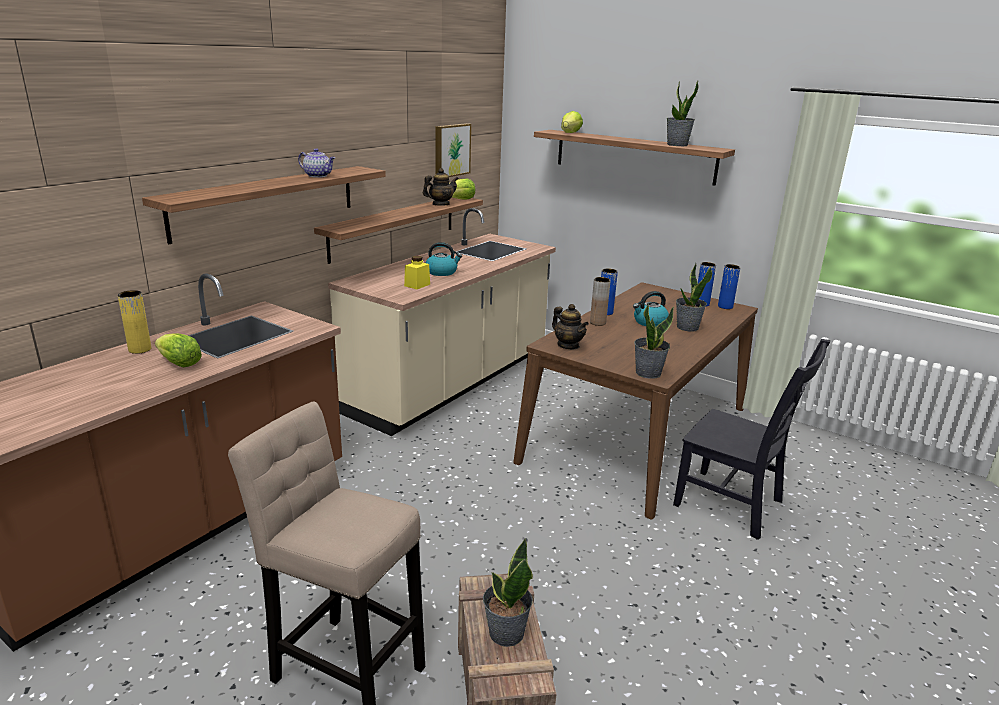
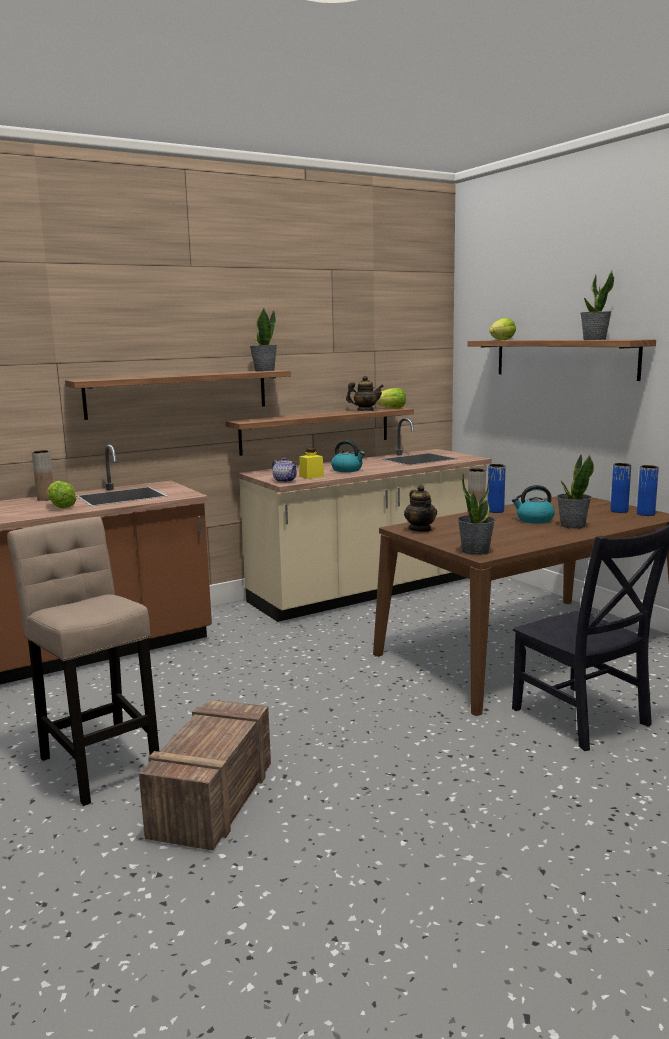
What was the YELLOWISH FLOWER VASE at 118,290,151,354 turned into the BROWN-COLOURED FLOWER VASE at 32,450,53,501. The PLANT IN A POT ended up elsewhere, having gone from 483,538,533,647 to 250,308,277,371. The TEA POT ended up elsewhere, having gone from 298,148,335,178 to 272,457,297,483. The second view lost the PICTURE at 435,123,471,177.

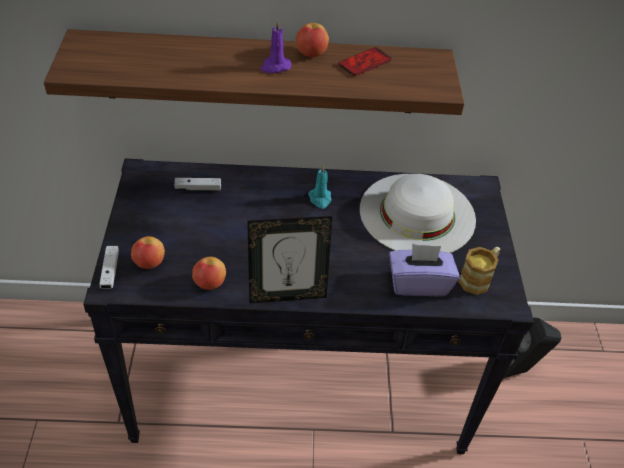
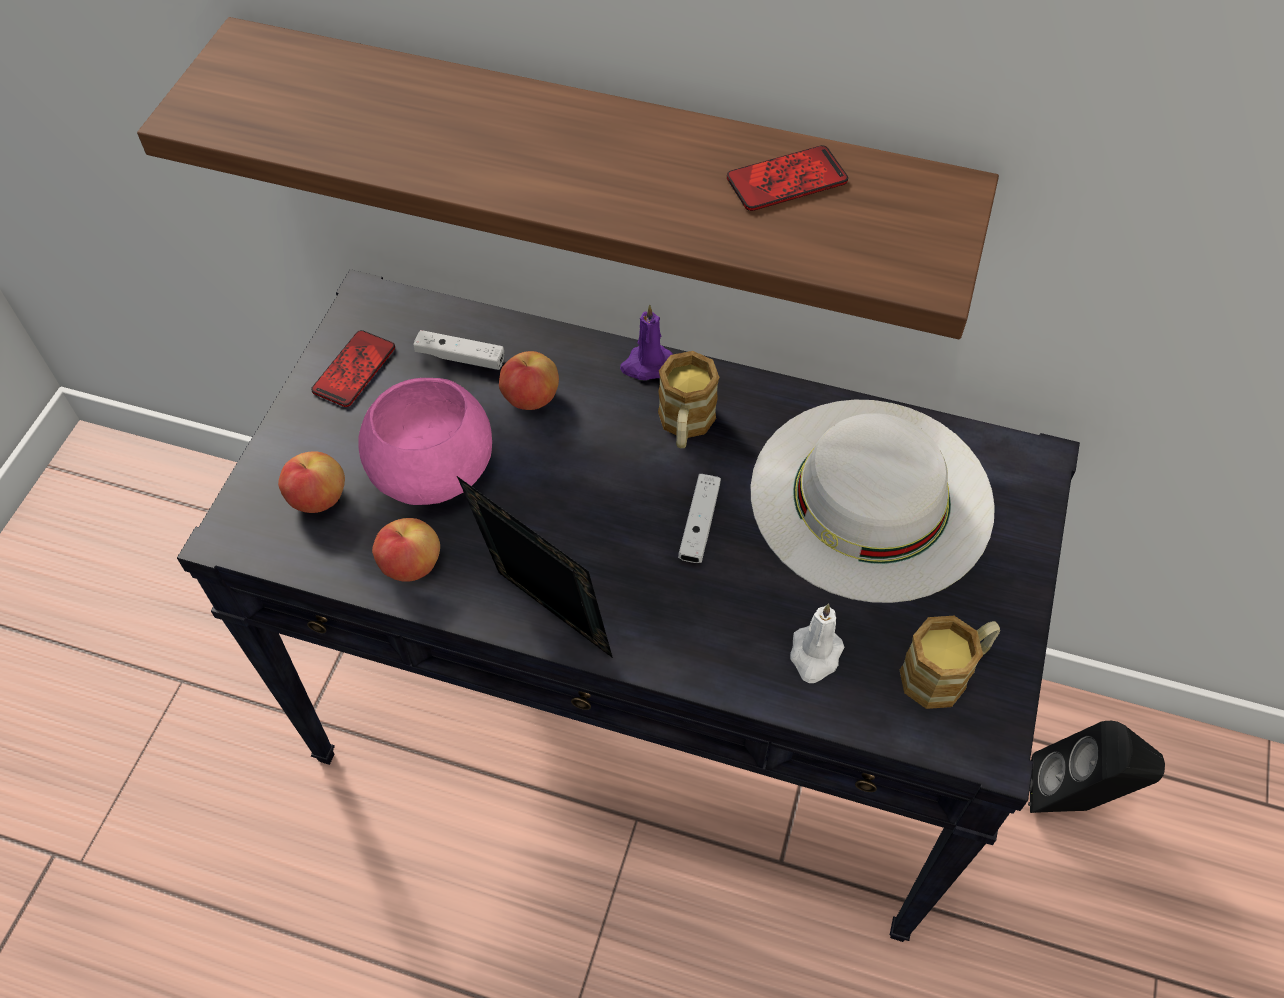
The second view gained the TELEPHONE at 311,330,395,407. The second view gained the PINKISH DEEP DISH at 358,378,492,505. The PICTURE FRAME at 247,216,332,303 ended up facing another way, 150 degrees counterclockwise from before. The APPLE ended up elsewhere, having gone from 296,23,329,57 to 499,351,559,410. The PURPLE WAX LIGHT ended up elsewhere, having gone from 260,20,291,73 to 620,304,673,380. Where the TURQUOISE WAX LIGHT stood at 308,165,331,209, the MUG came to stand at 658,351,720,448. The WHITE GAMEPAD ended up elsewhere, having gone from 99,246,119,289 to 678,474,721,563. Where the PURPLE TISSUE HOLDER stood at 389,244,460,296, the WHITE WAX LIGHT came to stand at 790,603,844,683.

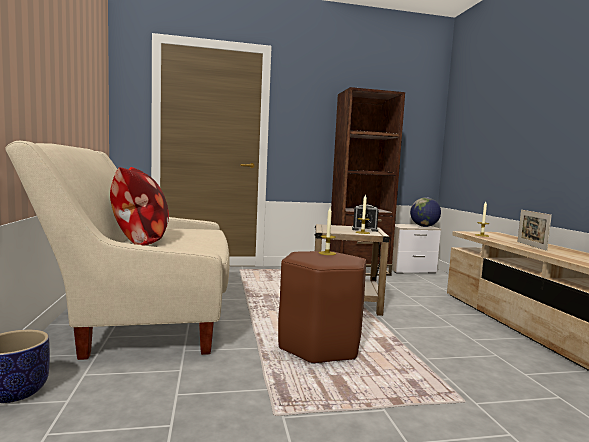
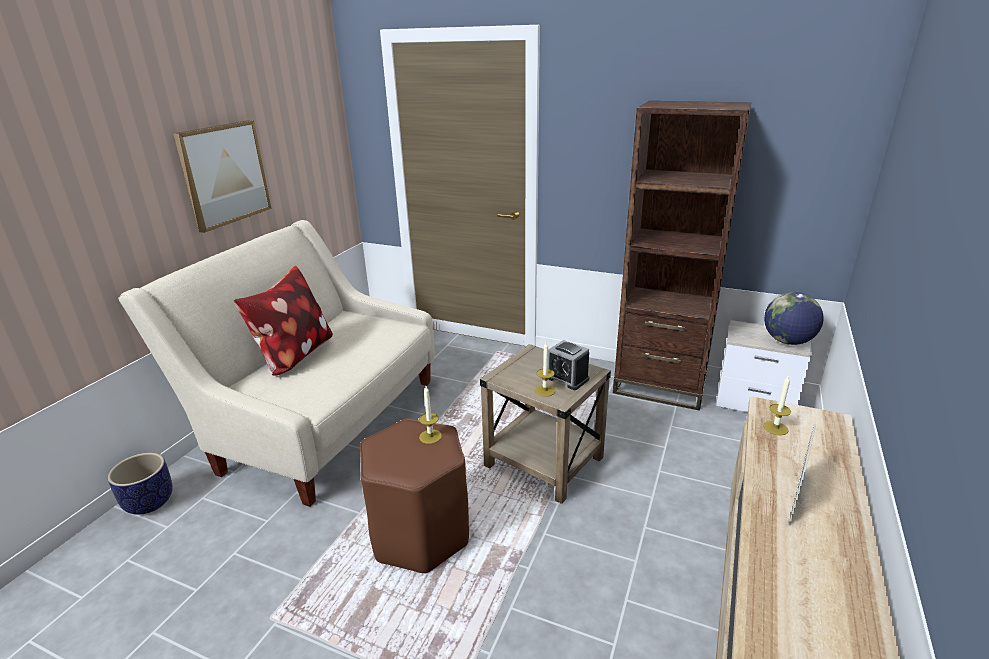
The second view gained the PICTURE at 173,120,272,233.

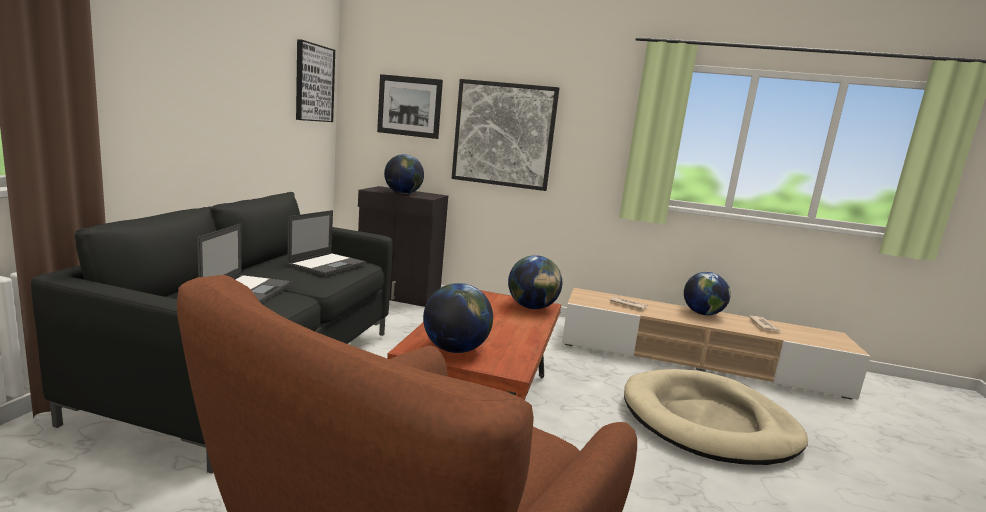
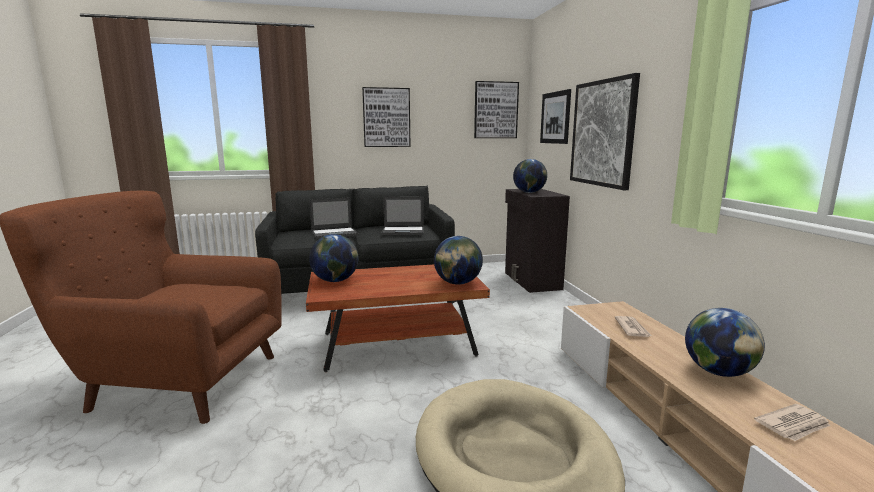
The second view gained the PICTURE at 362,87,410,147.

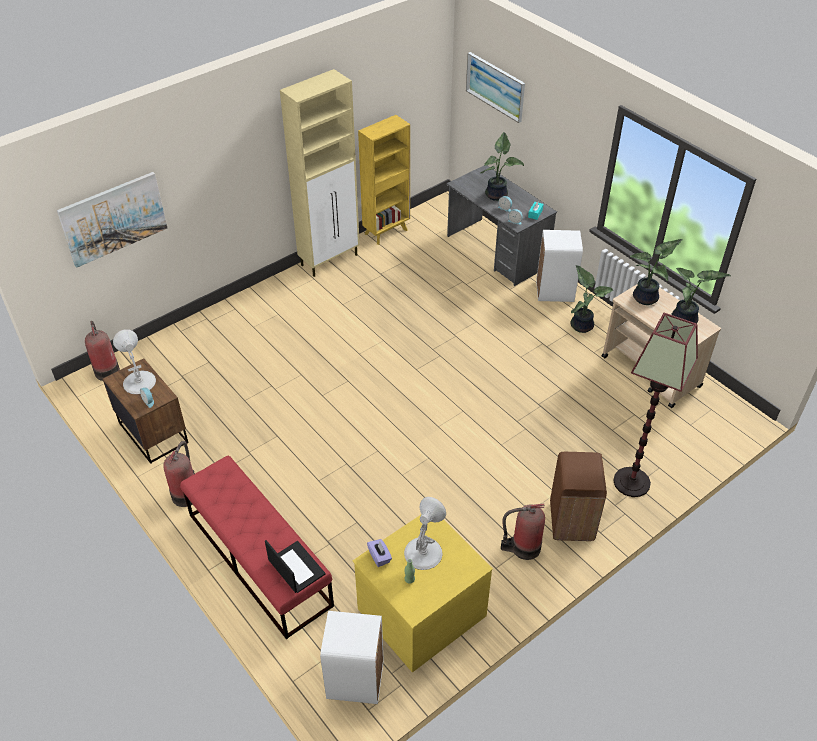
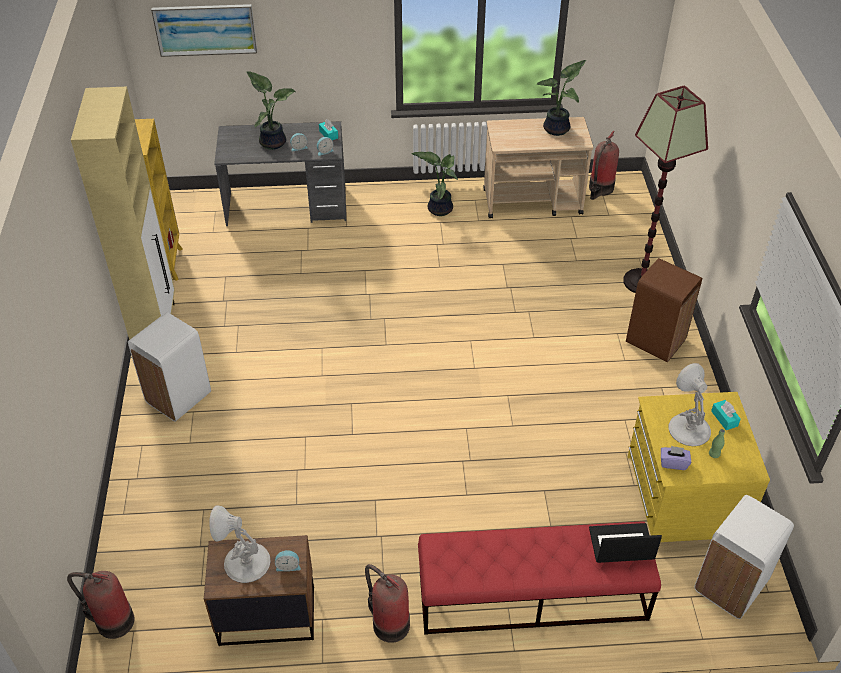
The WHITE TRASH CAN ended up elsewhere, having gone from 536,230,583,302 to 128,312,211,422. The EXTINGUISHER ended up elsewhere, having gone from 501,504,545,560 to 589,131,619,200. The second view gained the TURQUOISE TISSUE HOLDER at 711,400,741,430. The second view lost the PICTURE at 57,172,167,268. The second view lost the PLANT IN A POT at 630,239,683,305.

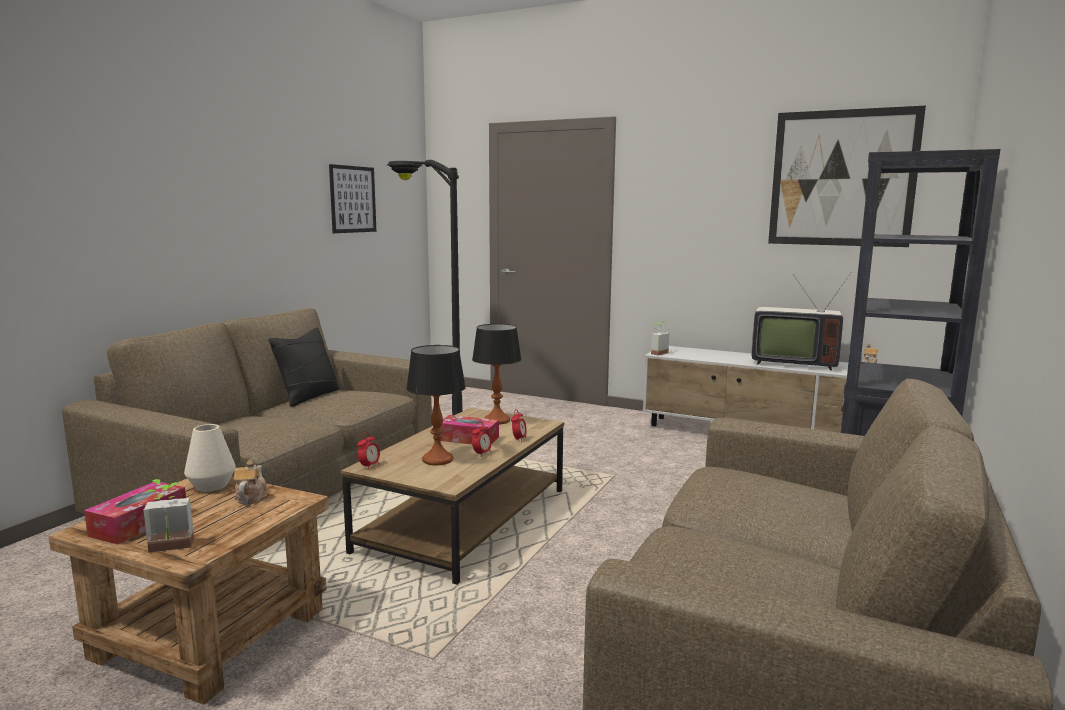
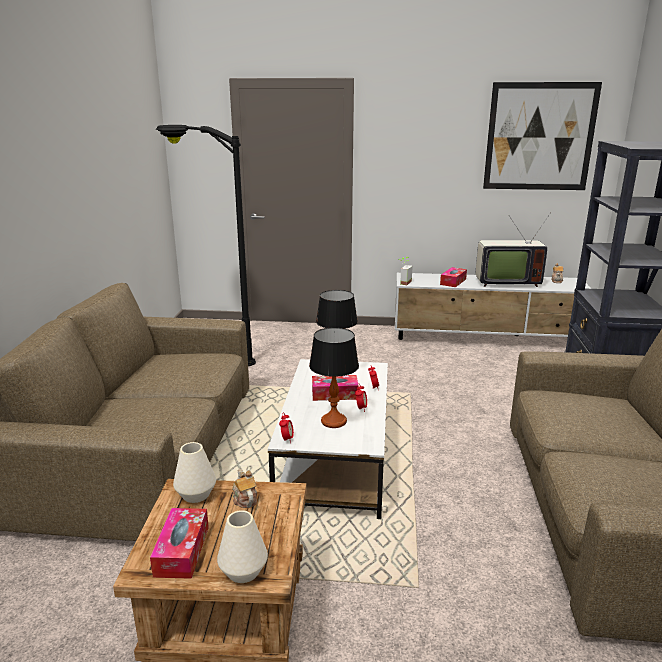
Where the PLANT IN A POT stood at 143,479,194,553, the WHITE FLOWER VASE came to stand at 217,510,268,583. What was the BROWN-COLOURED LOW TABLE at 341,408,564,585 turned into the WHITE LOW TABLE at 268,359,388,519. The second view gained the TISSUE HOLDER at 440,267,467,287. The second view lost the BLACK CUSHION at 268,328,340,407. The second view lost the PICTURE at 329,164,376,233.

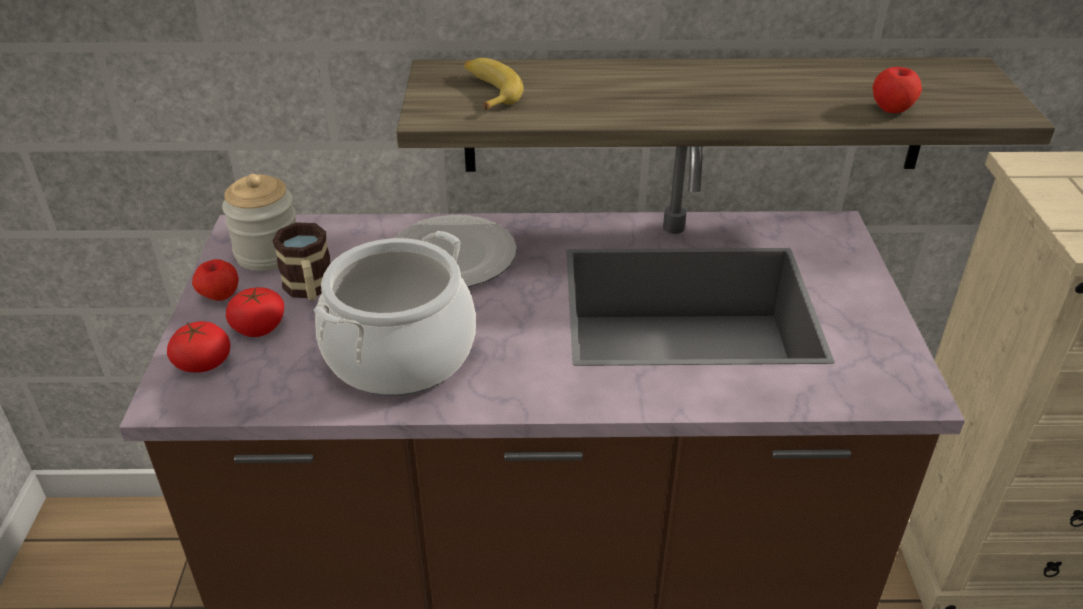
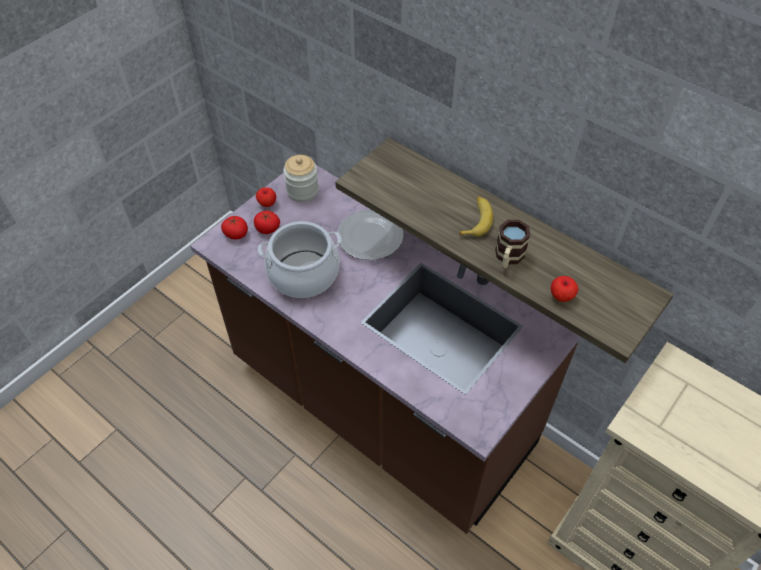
The BANANA ended up elsewhere, having gone from 464,58,524,110 to 459,196,493,237. The MUG ended up elsewhere, having gone from 273,222,330,300 to 495,220,530,269.

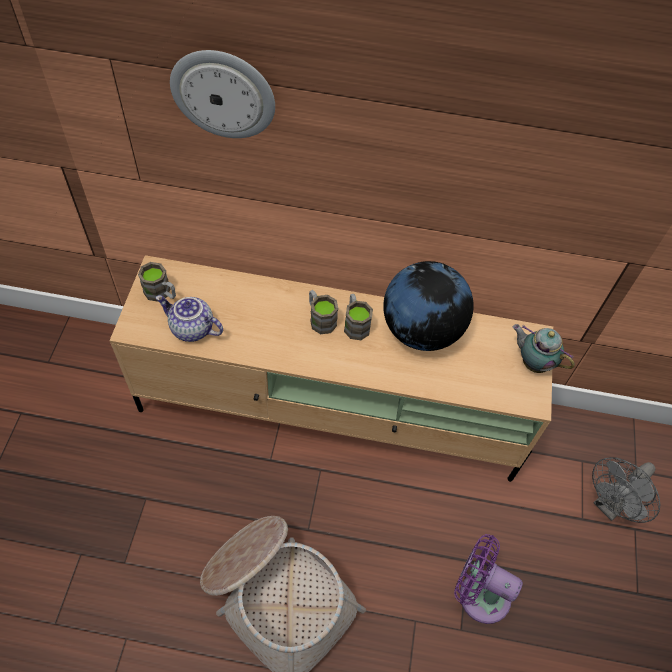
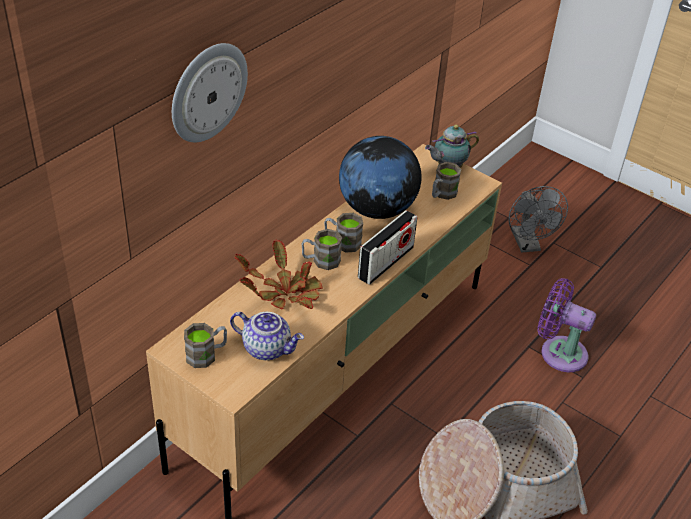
The TEA POT at 156,295,223,342 ended up facing another way, 120 degrees counterclockwise from before. The second view gained the PLANT IN A POT at 235,239,323,309. The second view gained the RADIO RECEIVER at 358,210,417,285. The second view gained the BROWN-COLOURED MUG at 432,162,462,200. The PURPLE FAN at 454,534,523,624 ended up facing another way, 60 degrees clockwise from before.

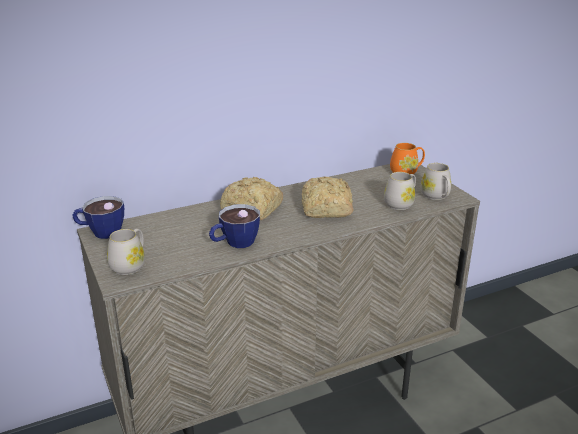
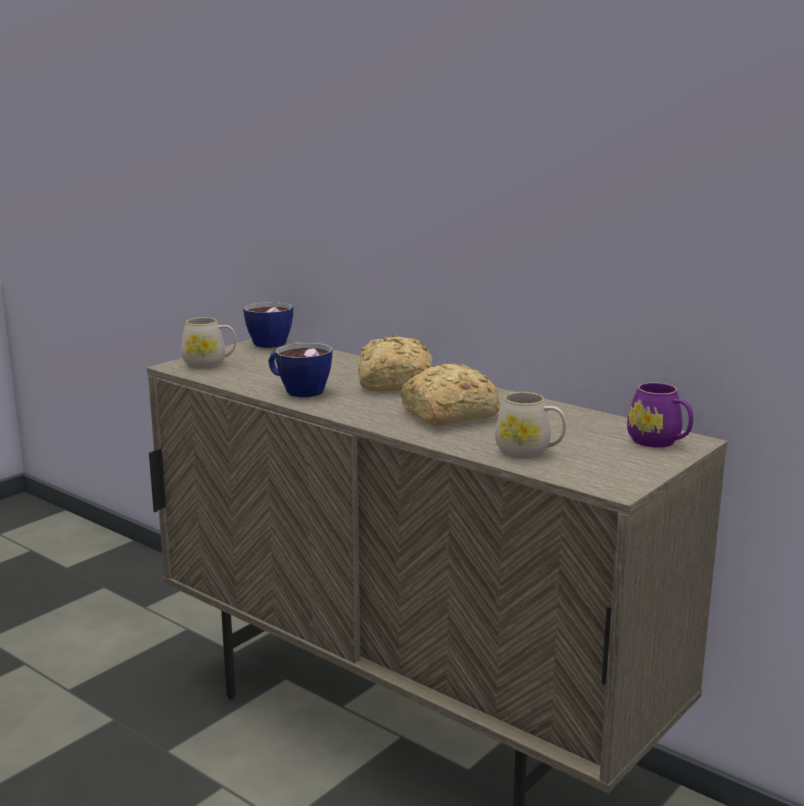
What was the ORANGE-COLOURED MUG at 390,143,425,175 turned into the PURPLE MUG at 627,382,693,448. The second view lost the WHITE MUG at 421,163,451,200.

